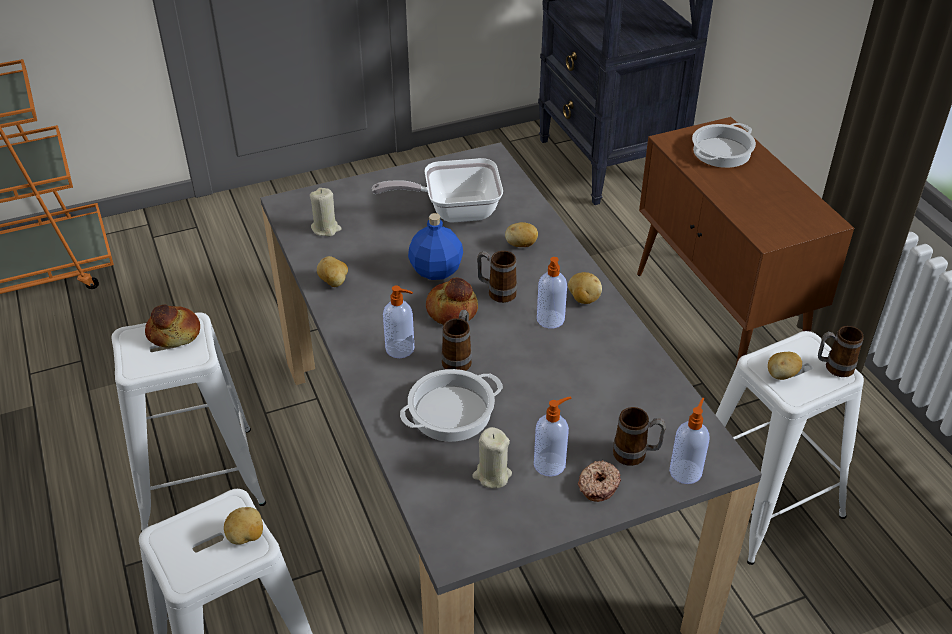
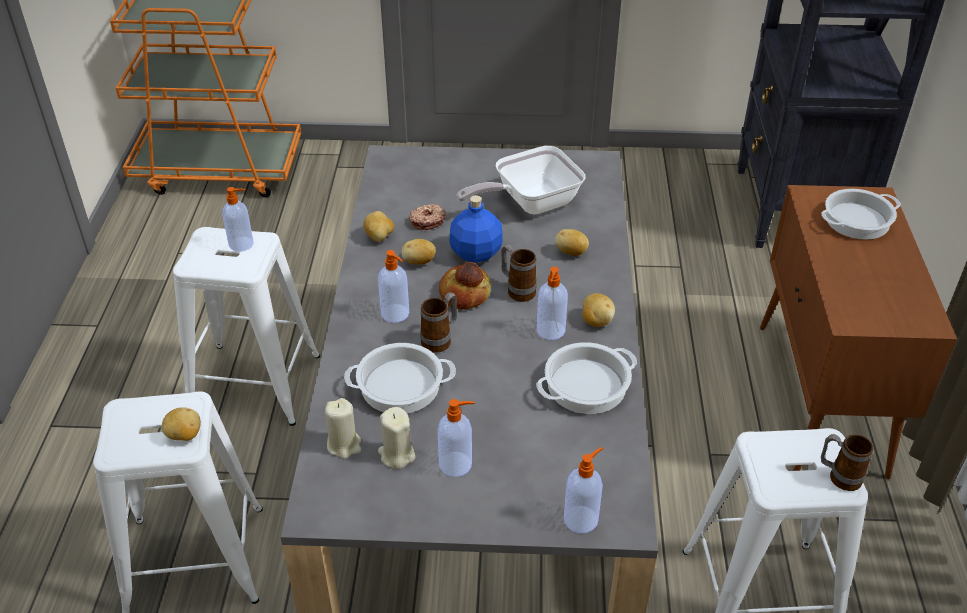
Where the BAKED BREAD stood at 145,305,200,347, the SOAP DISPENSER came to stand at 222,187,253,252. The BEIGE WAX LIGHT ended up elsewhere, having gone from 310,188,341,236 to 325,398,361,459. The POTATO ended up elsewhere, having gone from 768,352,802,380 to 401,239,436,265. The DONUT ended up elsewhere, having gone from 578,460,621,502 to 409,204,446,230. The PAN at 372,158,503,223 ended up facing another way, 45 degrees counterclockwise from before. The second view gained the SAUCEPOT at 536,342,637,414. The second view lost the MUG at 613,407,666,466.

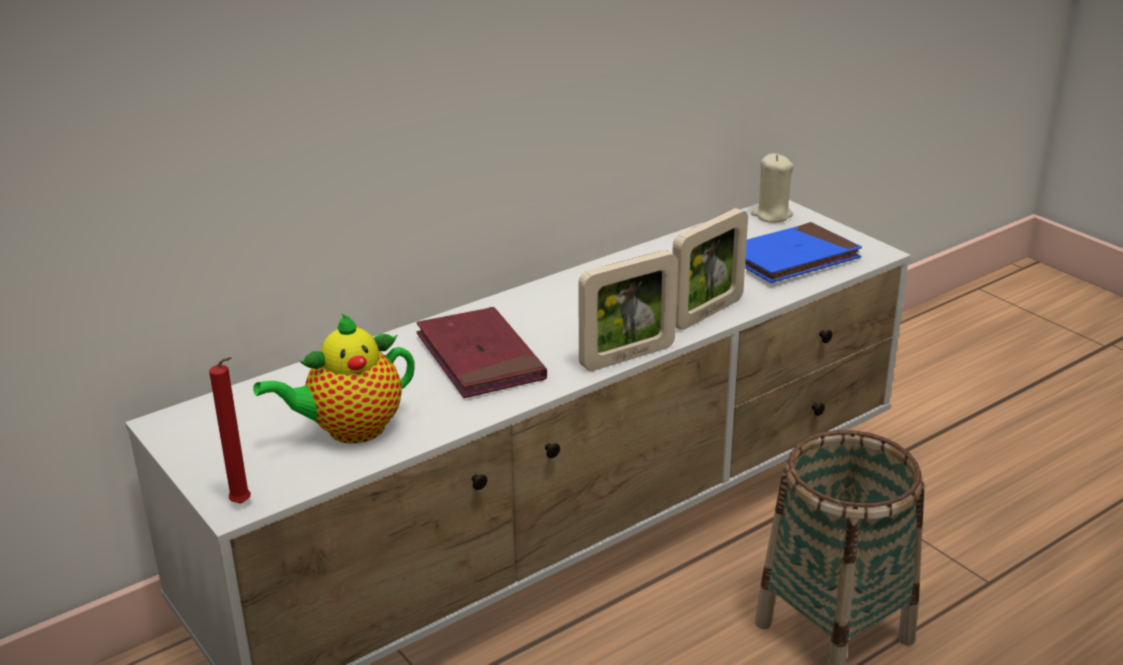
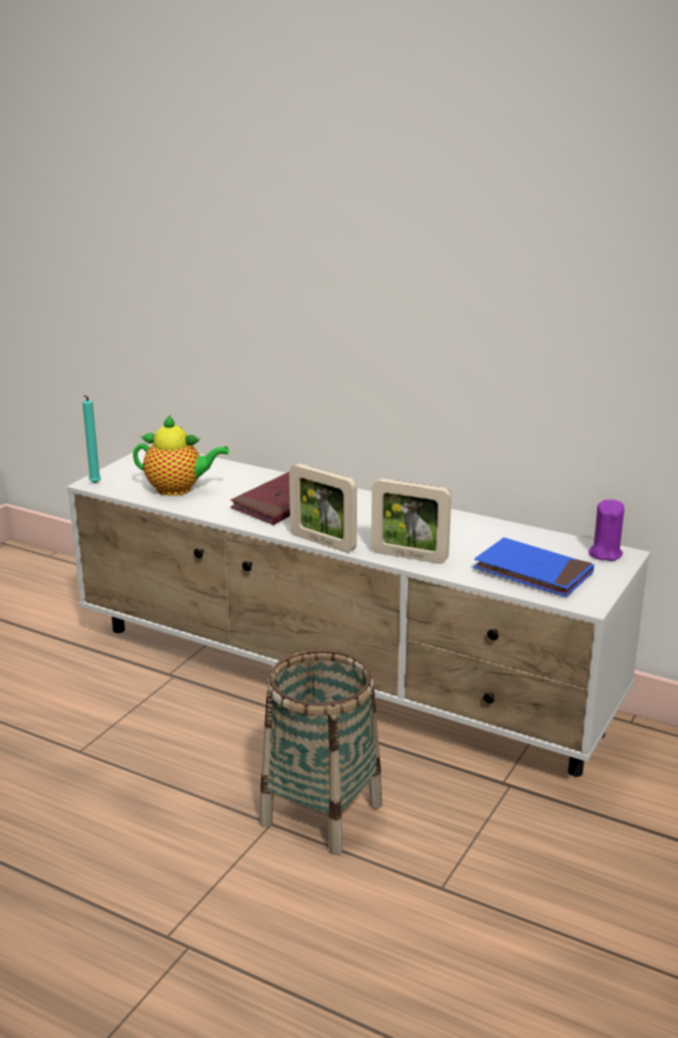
What was the REDDISH WAX LIGHT at 209,357,251,504 turned into the TURQUOISE WAX LIGHT at 83,395,101,484. The TEA POT at 253,313,415,443 ended up facing another way, 150 degrees clockwise from before. What was the BEIGE WAX LIGHT at 751,153,794,223 turned into the PURPLE WAX LIGHT at 588,500,624,561.

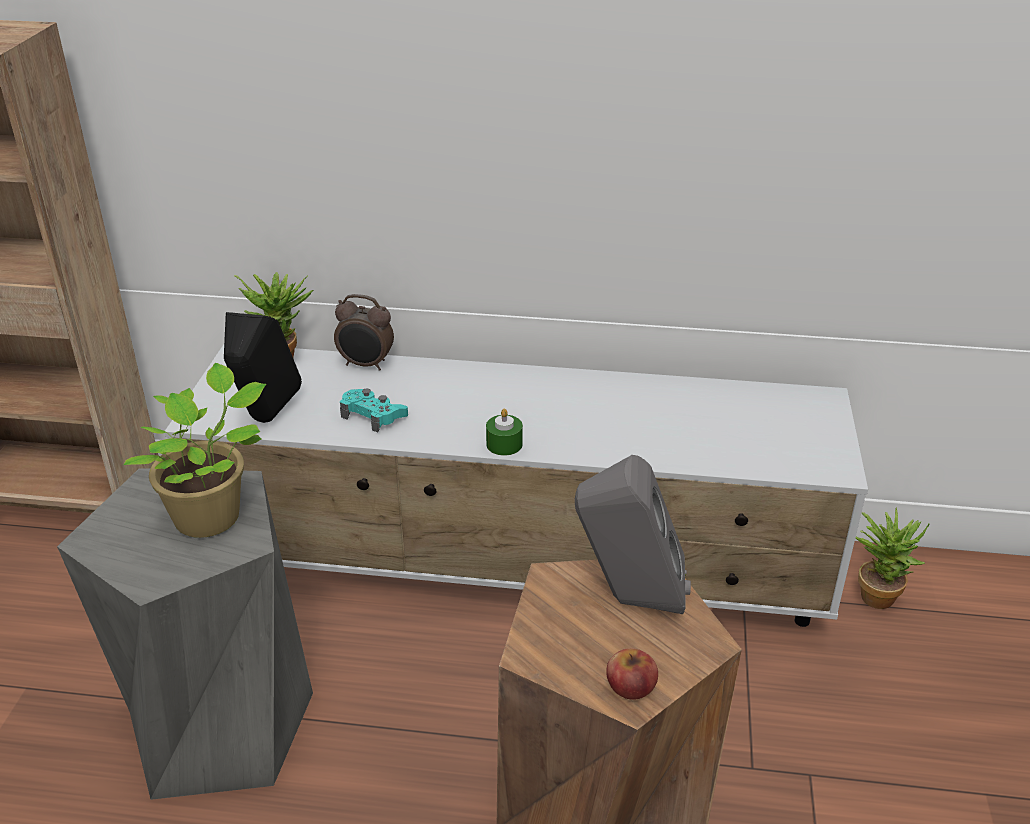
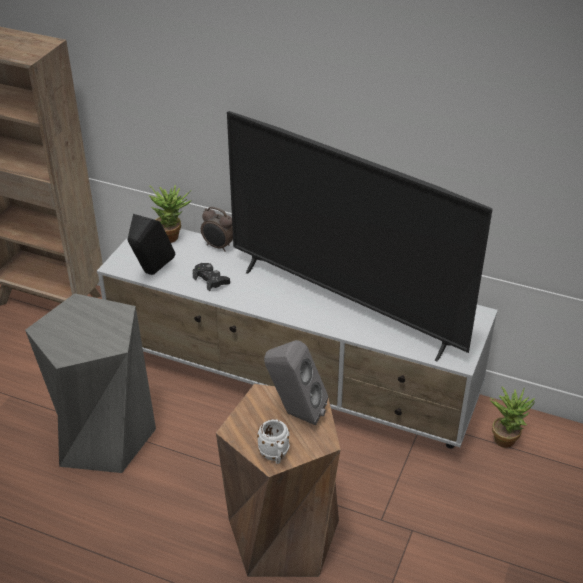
What was the TURQUOISE GAMEPAD at 340,389,408,433 turned into the BLACK GAMEPAD at 193,263,230,291. The second view gained the TELEVISION at 227,111,493,362. Where the APPLE stood at 606,648,658,699, the WHITE MUG came to stand at 257,419,290,464. The second view lost the PLANT IN A POT at 123,363,266,538. The second view lost the GREENISH WAX LIGHT at 486,409,523,456.

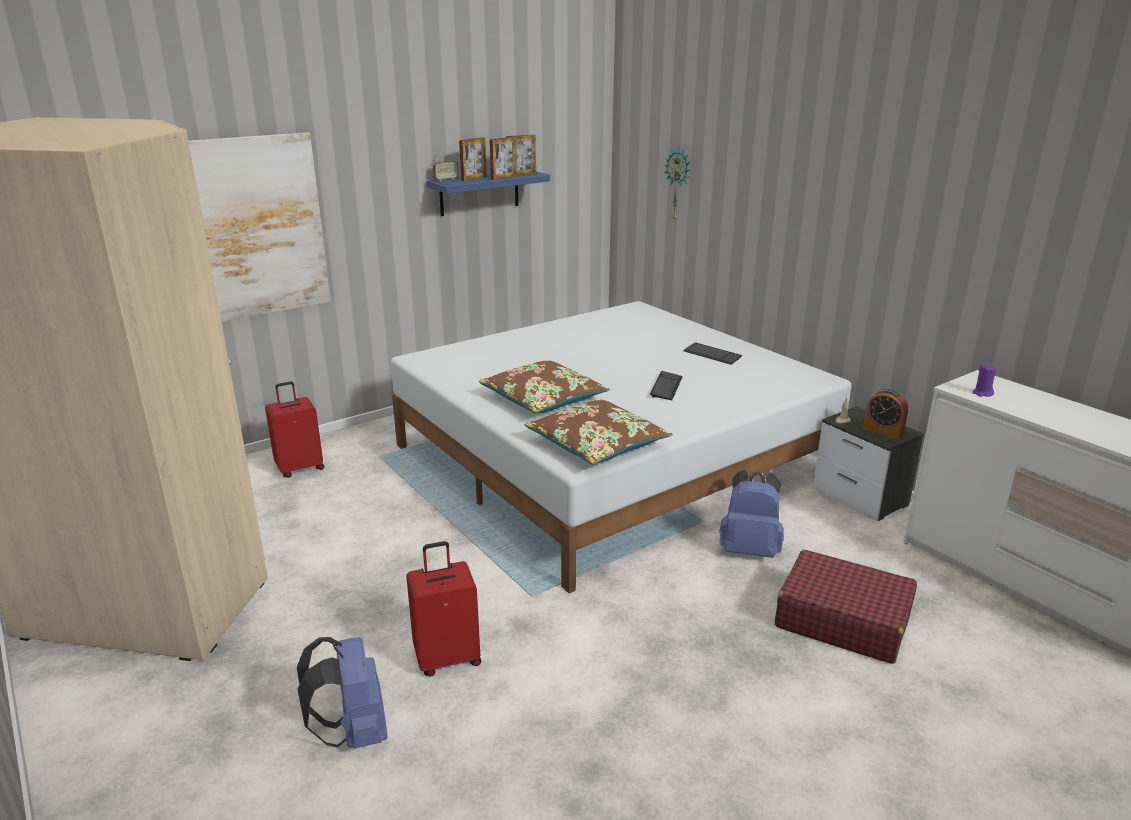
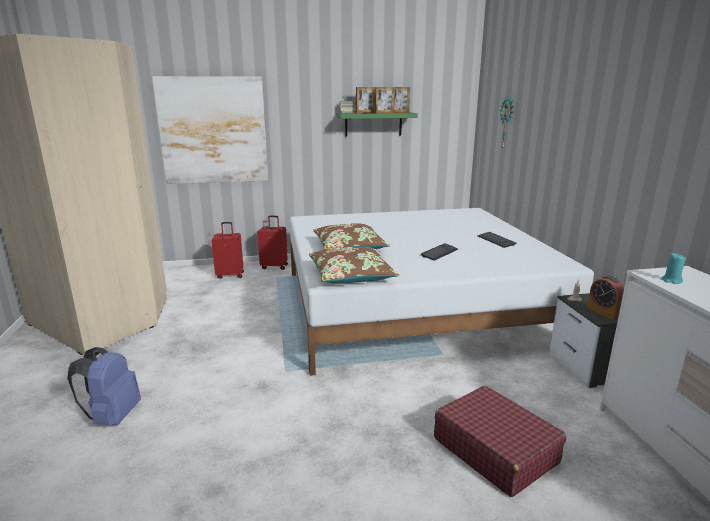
The REDDISH TRAVEL CASE ended up elsewhere, having gone from 406,541,481,677 to 257,216,288,270. What was the BLUE-COLOURED SHELF at 426,171,550,216 turned into the GREENISH SHELF at 337,112,418,137. What was the PURPLE WAX LIGHT at 973,364,997,397 turned into the TURQUOISE WAX LIGHT at 661,253,686,284. The second view lost the BLUE-COLOURED KNAPSACK at 719,470,784,558.

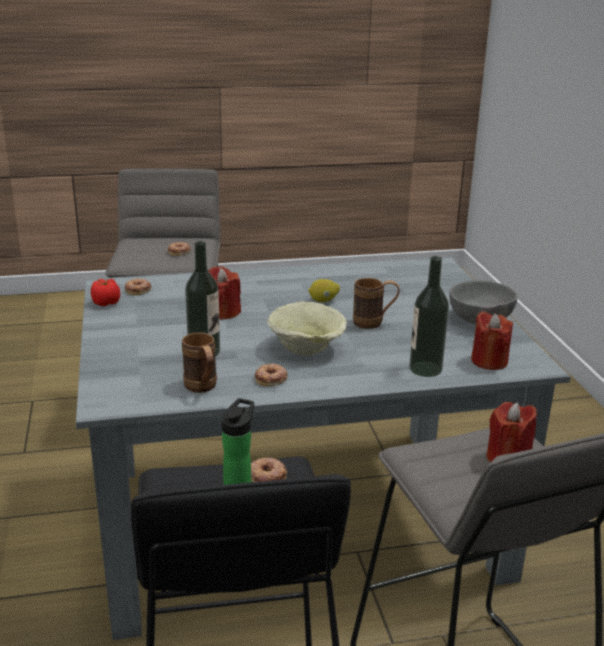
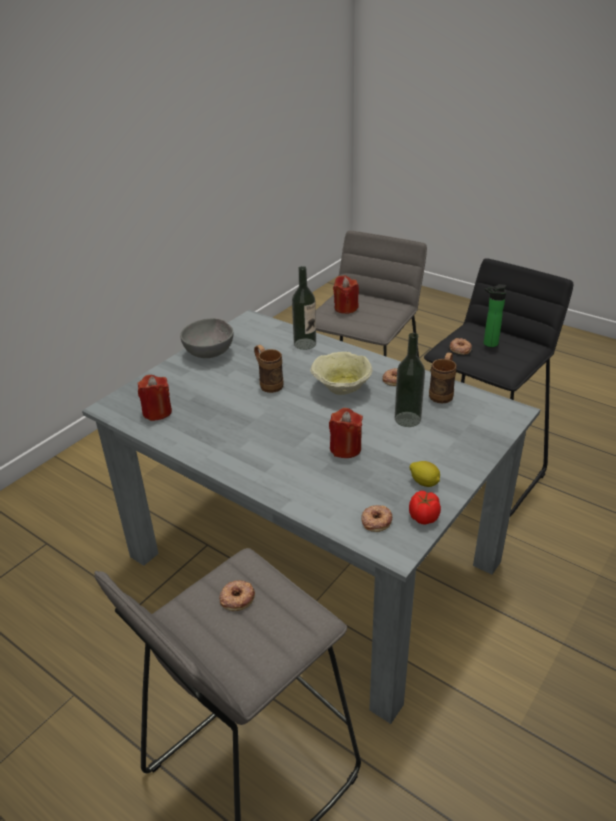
The REDDISH WAX LIGHT ended up elsewhere, having gone from 471,311,513,370 to 138,375,172,421. The CITRUS FRUIT ended up elsewhere, having gone from 308,279,340,302 to 410,461,440,487.

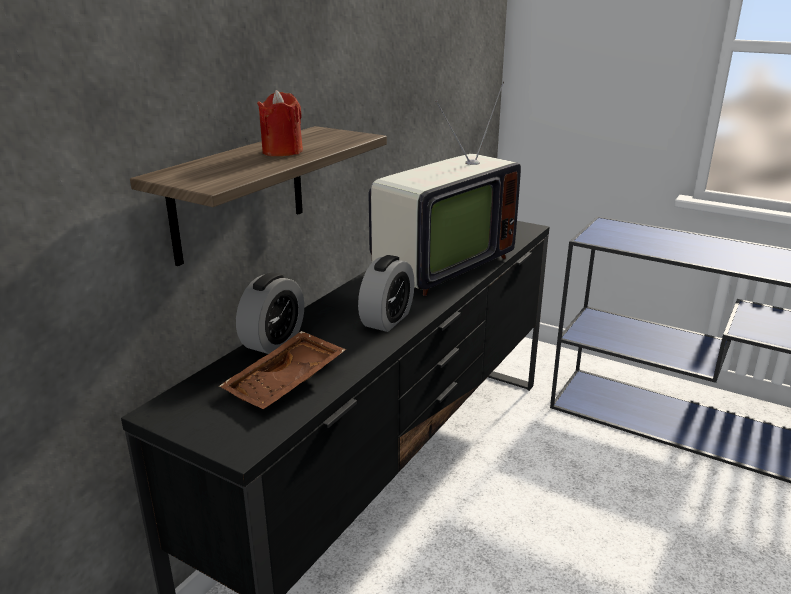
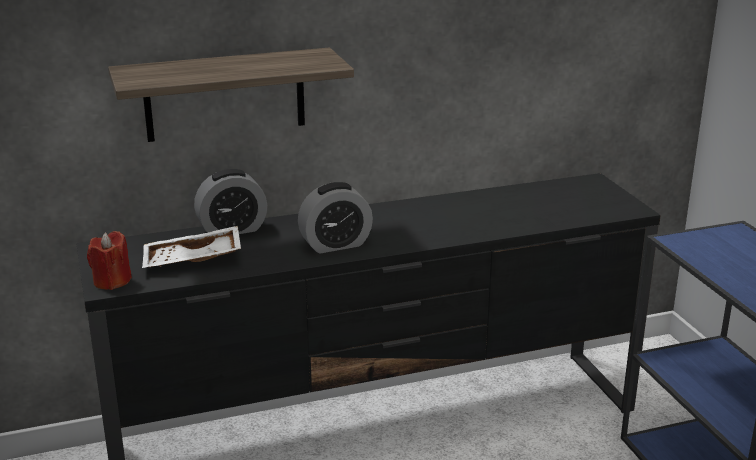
The REDDISH WAX LIGHT ended up elsewhere, having gone from 257,90,303,156 to 87,231,132,290. What was the BROWN-COLOURED CARRYING TRAY at 219,331,346,409 turned into the WHITE CARRYING TRAY at 142,226,241,268. The second view lost the TELEVISION at 369,82,521,296.

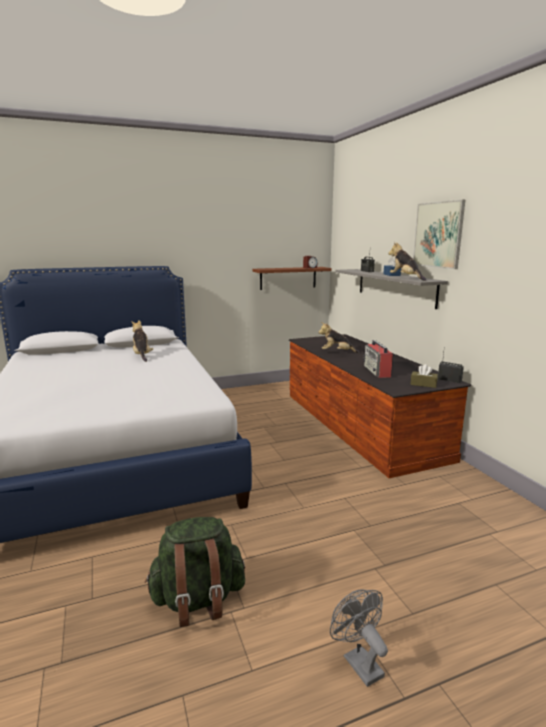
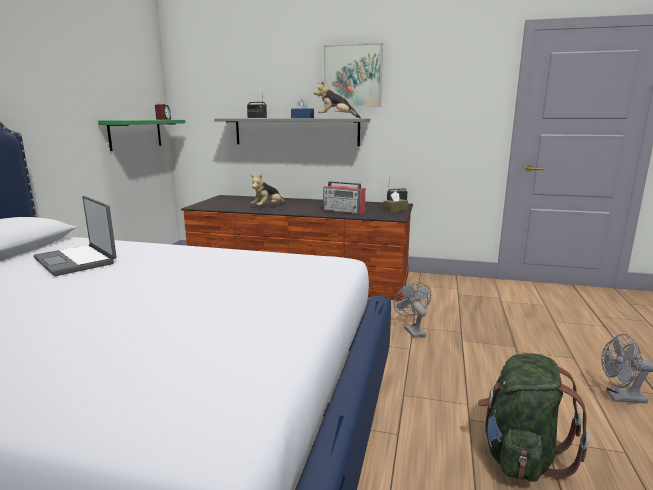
Where the PLUSH TOY stood at 131,320,153,362, the NOTEBOOK COMPUTER came to stand at 33,196,117,276. What was the BROWN-COLOURED SHELF at 253,267,332,290 turned into the GREENISH SHELF at 98,120,185,151. The second view gained the GRAY FAN at 394,282,431,338.

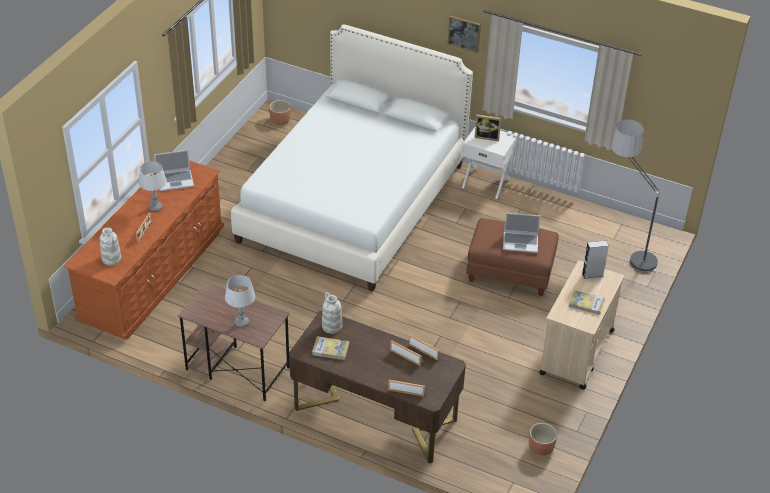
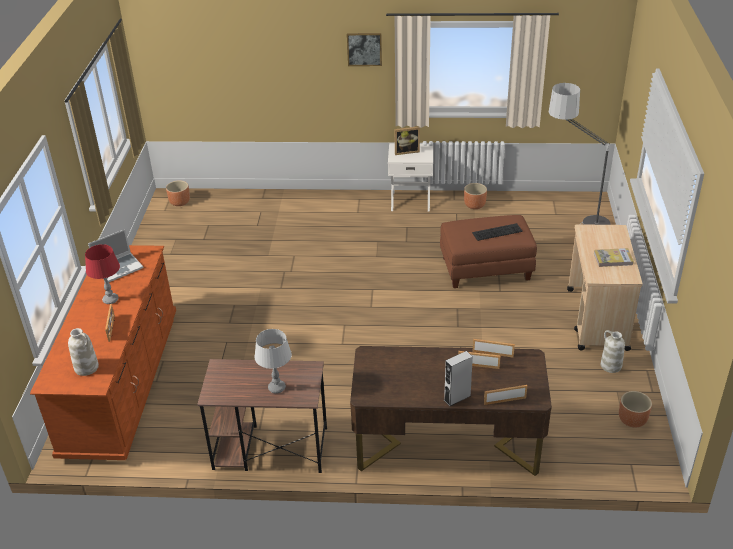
What was the GRAY LAMP FOR A TABLE at 138,161,167,211 turned into the REDDISH LAMP FOR A TABLE at 85,244,120,304. The GRAY SPEAKER ended up elsewhere, having gone from 582,241,609,279 to 444,351,473,406. The second view gained the BROWN-COLOURED PLANT POT at 464,183,487,209. Where the NOTEBOOK COMPUTER stood at 503,213,541,253, the COMPUTER KEYBOARD came to stand at 472,223,523,241. The WHITE FLOWER VASE ended up elsewhere, having gone from 322,292,342,334 to 601,330,625,373. The second view lost the WHITE BED at 231,25,473,292. The second view lost the BOUND BOOK at 312,336,349,360.

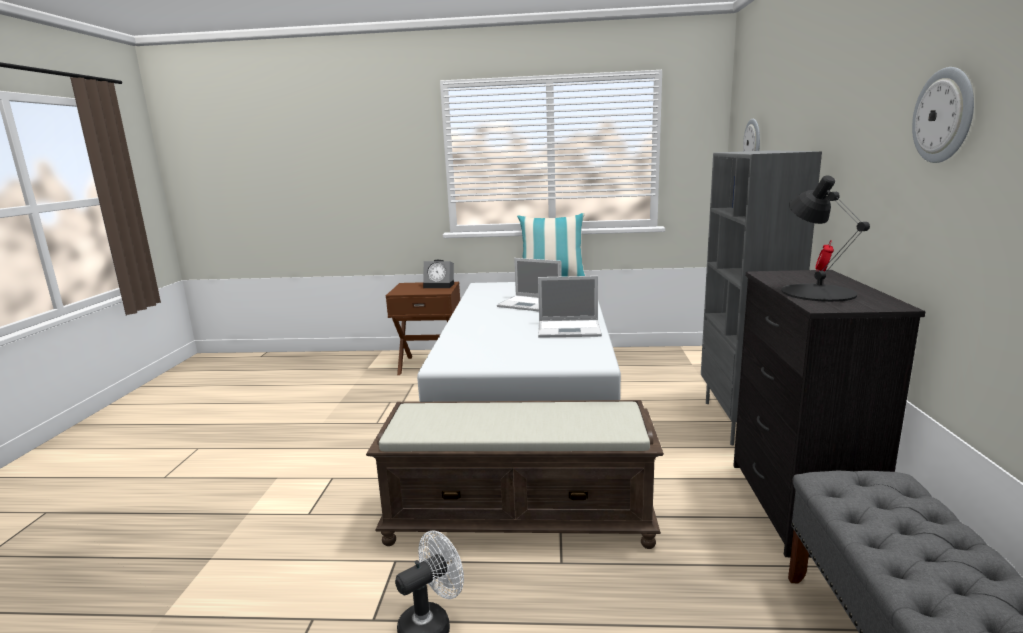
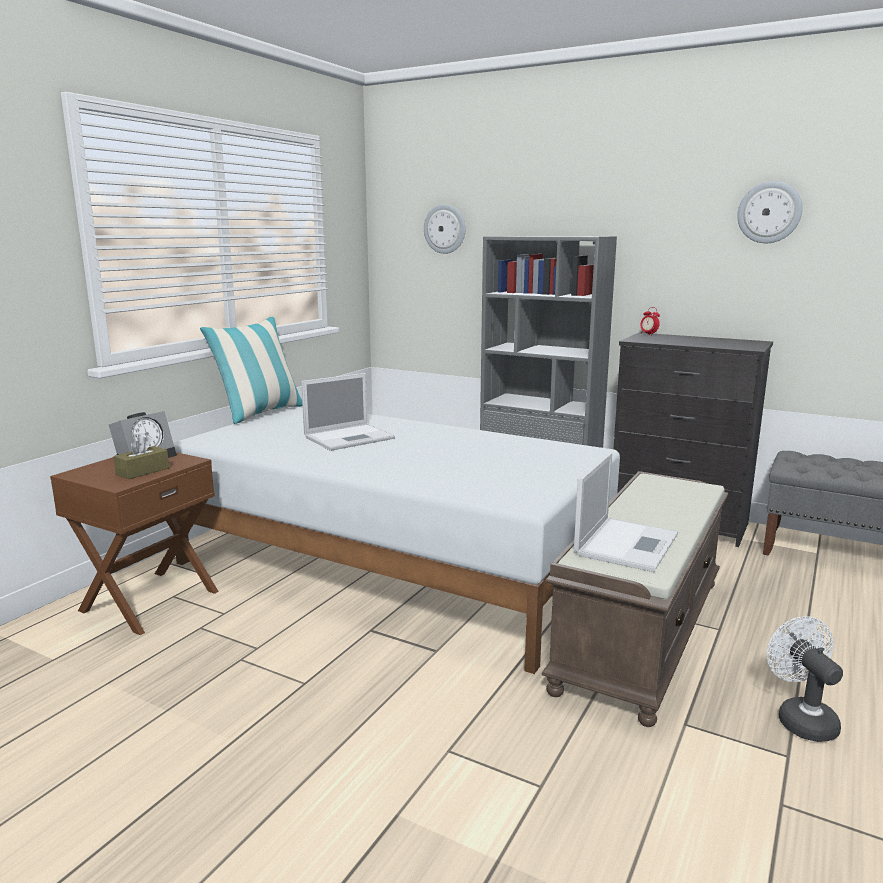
The second view gained the BROWN-COLOURED TISSUE HOLDER at 113,435,169,479. The NOTEBOOK COMPUTER ended up elsewhere, having gone from 538,276,602,338 to 574,452,678,572. The second view lost the BLACK LAMP FOR A TABLE at 782,175,870,302.

